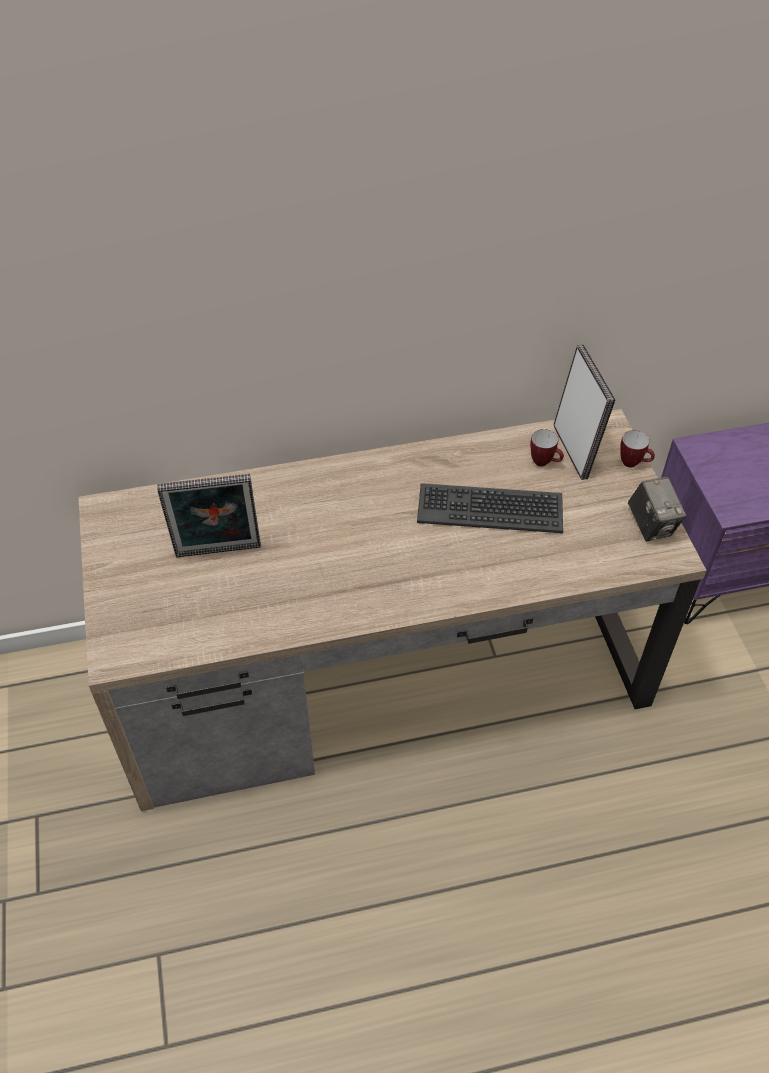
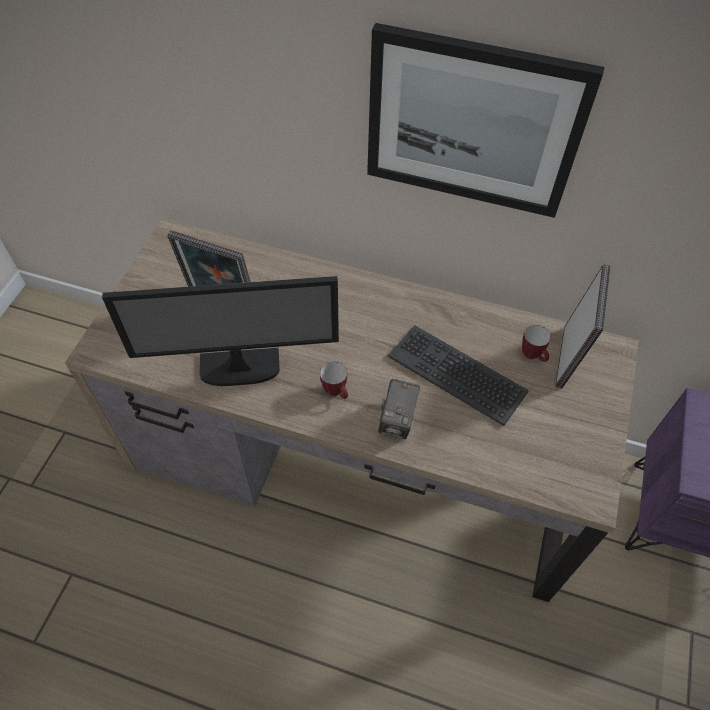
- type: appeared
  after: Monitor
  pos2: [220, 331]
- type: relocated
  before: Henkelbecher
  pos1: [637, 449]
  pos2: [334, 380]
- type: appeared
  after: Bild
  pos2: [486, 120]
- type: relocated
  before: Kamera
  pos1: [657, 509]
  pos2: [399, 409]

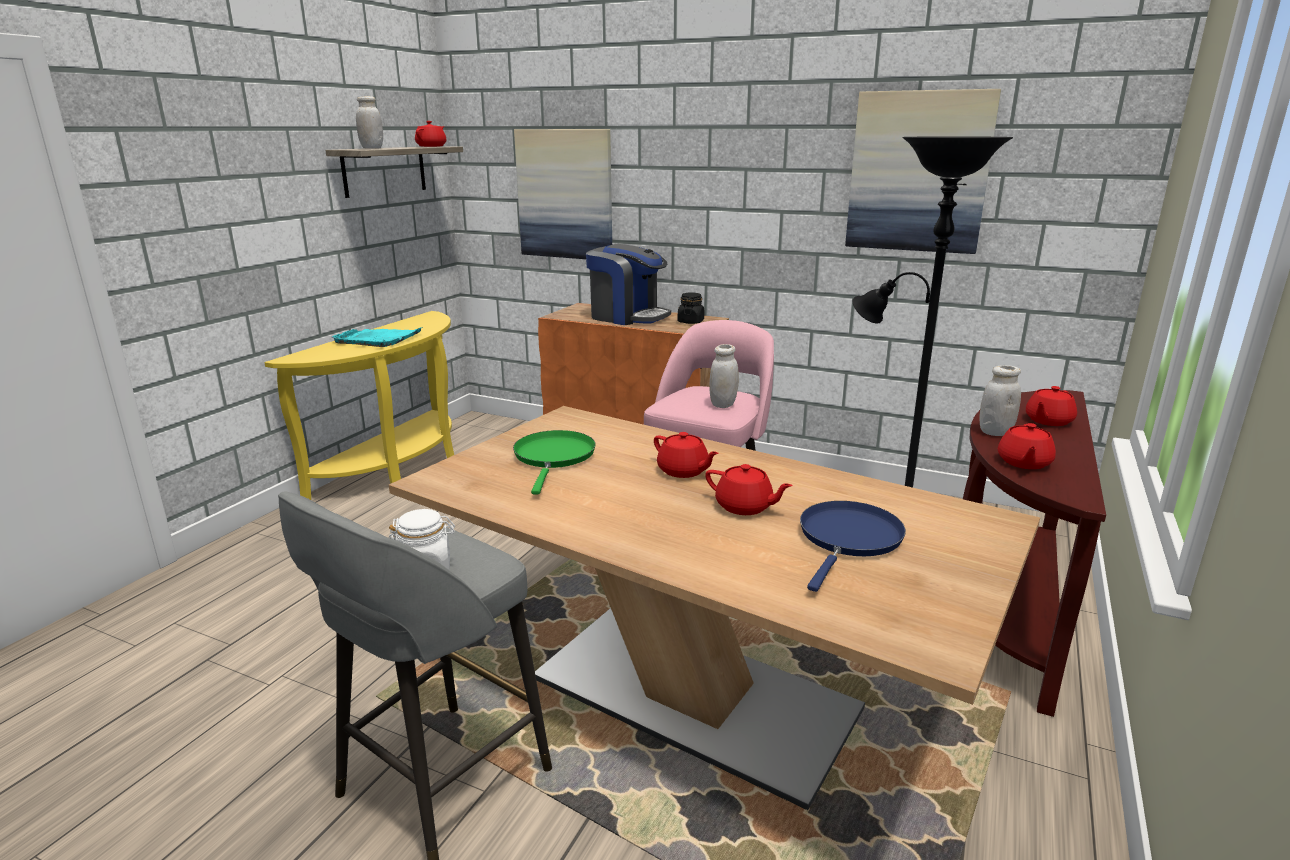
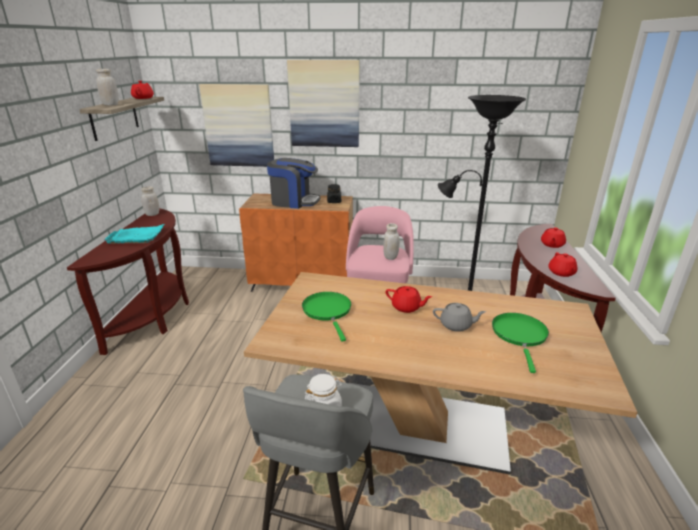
- type: colour
  before: Konsolentisch (gelb)
  after: Konsolentisch (braun)
  pos1: [359, 405]
  pos2: [128, 281]
- type: relocated
  before: Vorratsglas (weiß)
  pos1: [1000, 400]
  pos2: [150, 201]
- type: relocated
  before: Bild
  pos1: [923, 171]
  pos2: [323, 103]
- type: colour
  before: Teekanne (rot)
  after: Teekanne (grau)
  pos1: [749, 489]
  pos2: [459, 317]
- type: colour
  before: Pfanne (blau)
  after: Pfanne (grün)
  pos1: [853, 546]
  pos2: [520, 343]

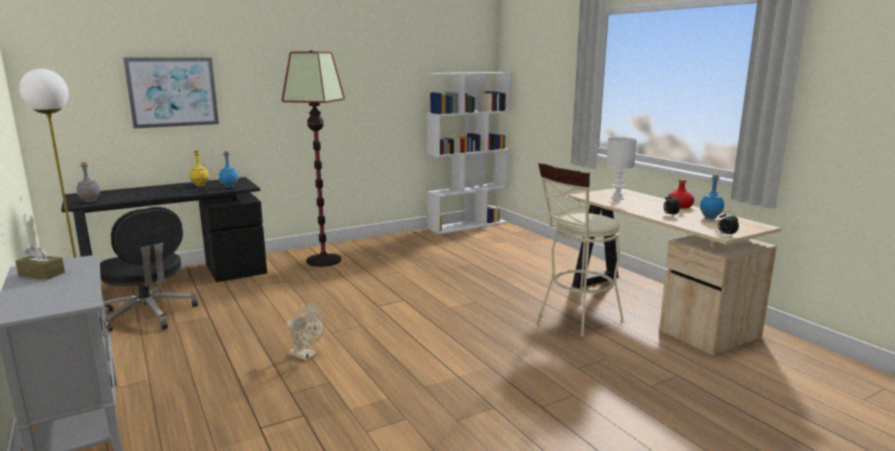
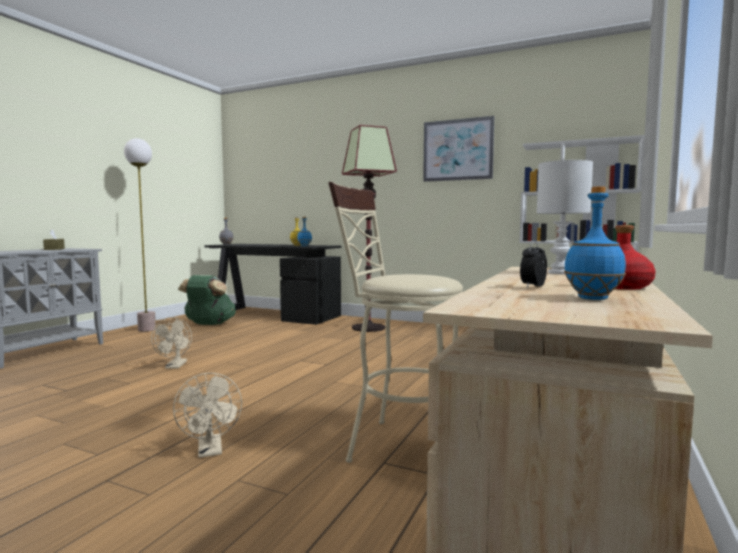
- type: appeared
  after: Ventilator (beige)
  pos2: [207, 415]
- type: exchanged
  before: Bürostuhl (schwarz)
  after: Rucksack (grün)
  pos1: [149, 269]
  pos2: [207, 300]
- type: relocated
  before: Bild
  pos1: [171, 93]
  pos2: [458, 149]
- type: missing
  before: Wecker
  pos1: [728, 223]

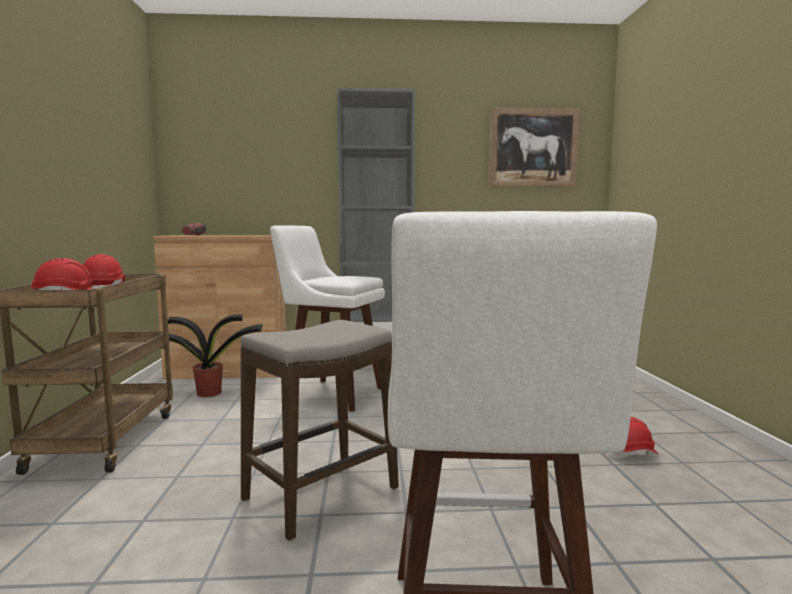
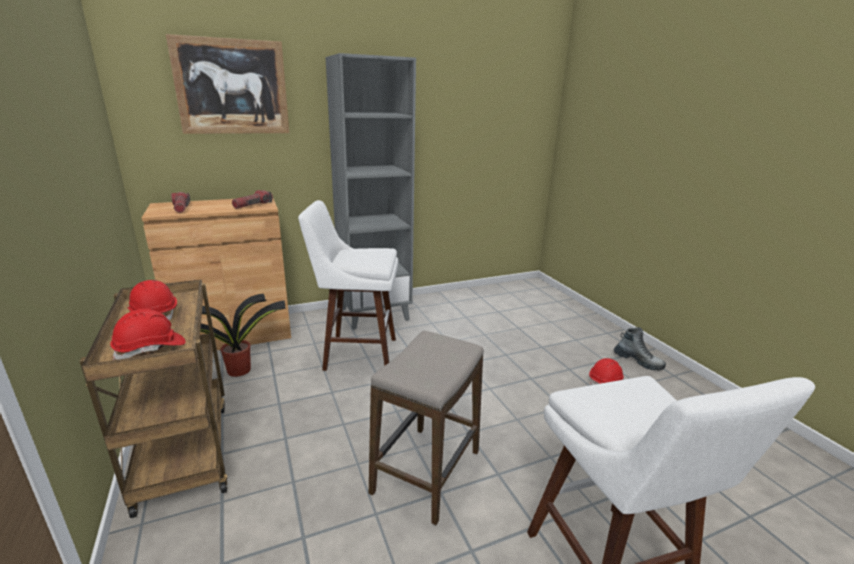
- type: relocated
  before: Bild
  pos1: [534, 147]
  pos2: [227, 84]
- type: appeared
  after: Taschenlampe
  pos2: [252, 199]
- type: appeared
  after: Stiefel
  pos2: [640, 348]

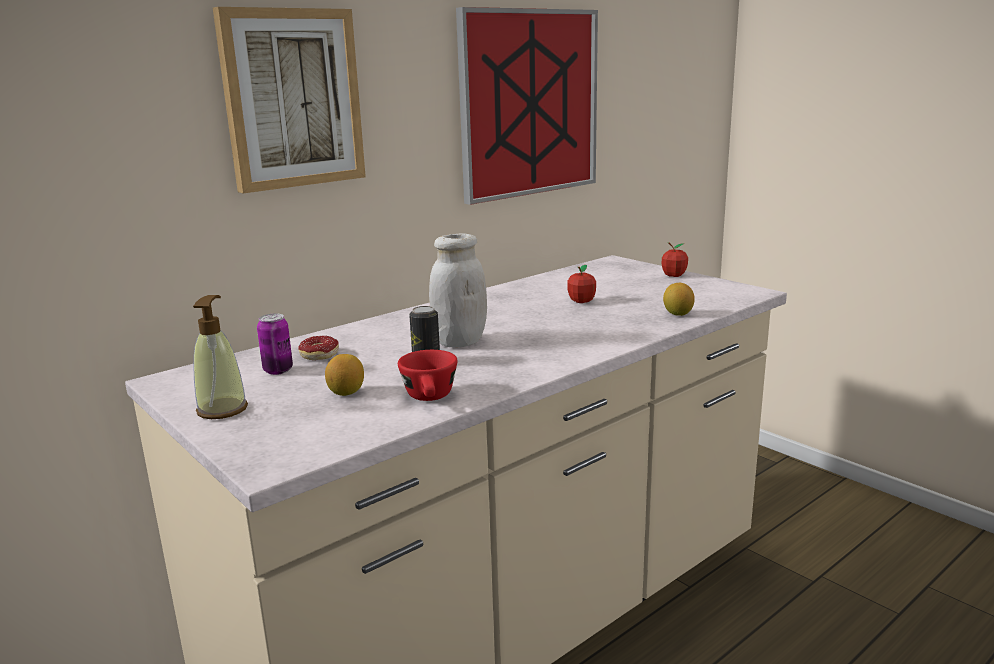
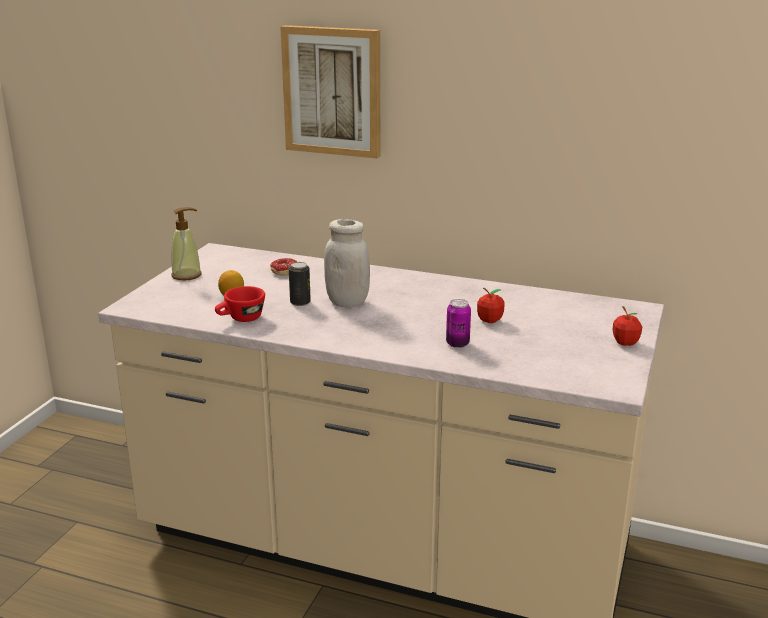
- type: relocated
  before: Dose
  pos1: [275, 344]
  pos2: [458, 323]
- type: missing
  before: Bild
  pos1: [527, 106]
- type: missing
  before: Zitrone
  pos1: [679, 299]

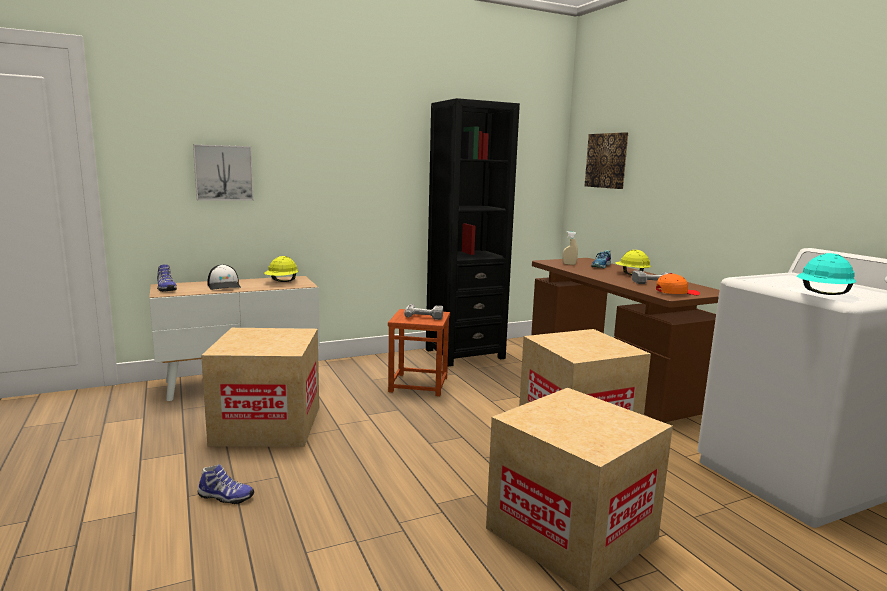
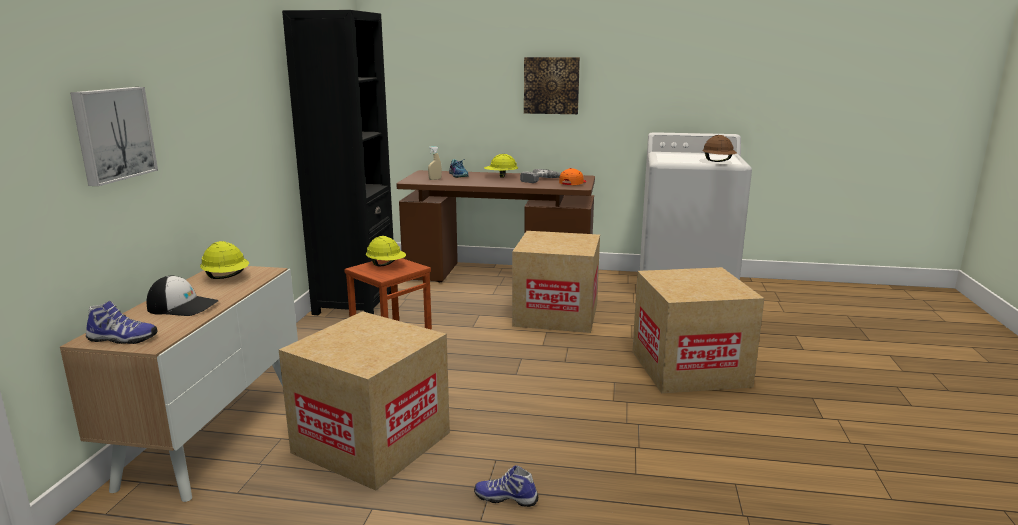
- type: exchanged
  before: Bohrmaschine
  after: Schutzhelm (gelb)
  pos1: [423, 312]
  pos2: [386, 251]
- type: spun
  before: Schuh
  pos1: [226, 484]
  pos2: [506, 486]
  turn: -120
- type: relocated
  before: Bild
  pos1: [606, 160]
  pos2: [552, 85]
- type: colour
  before: Schutzhelm (türkis)
  after: Schutzhelm (braun)
  pos1: [826, 274]
  pos2: [719, 148]

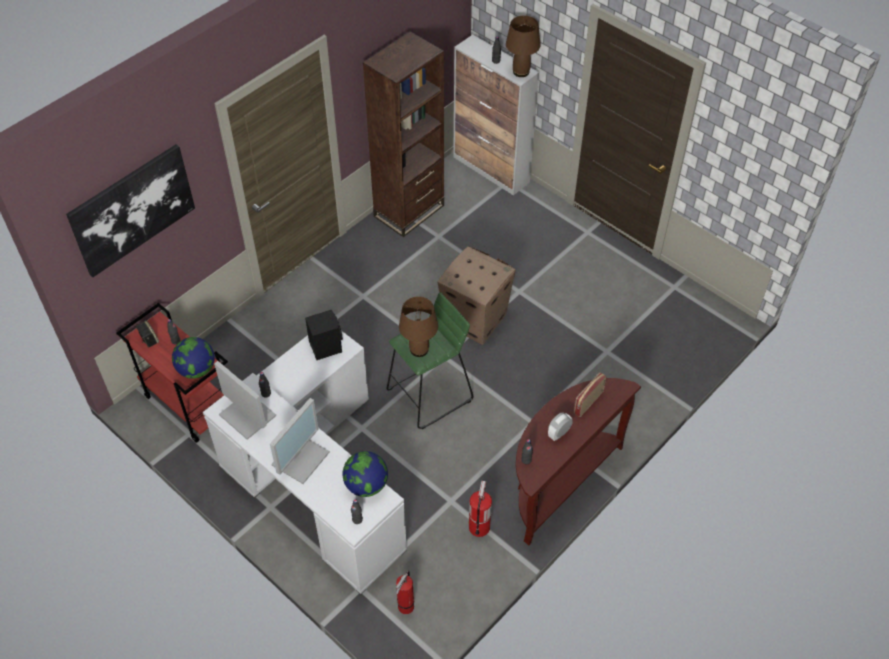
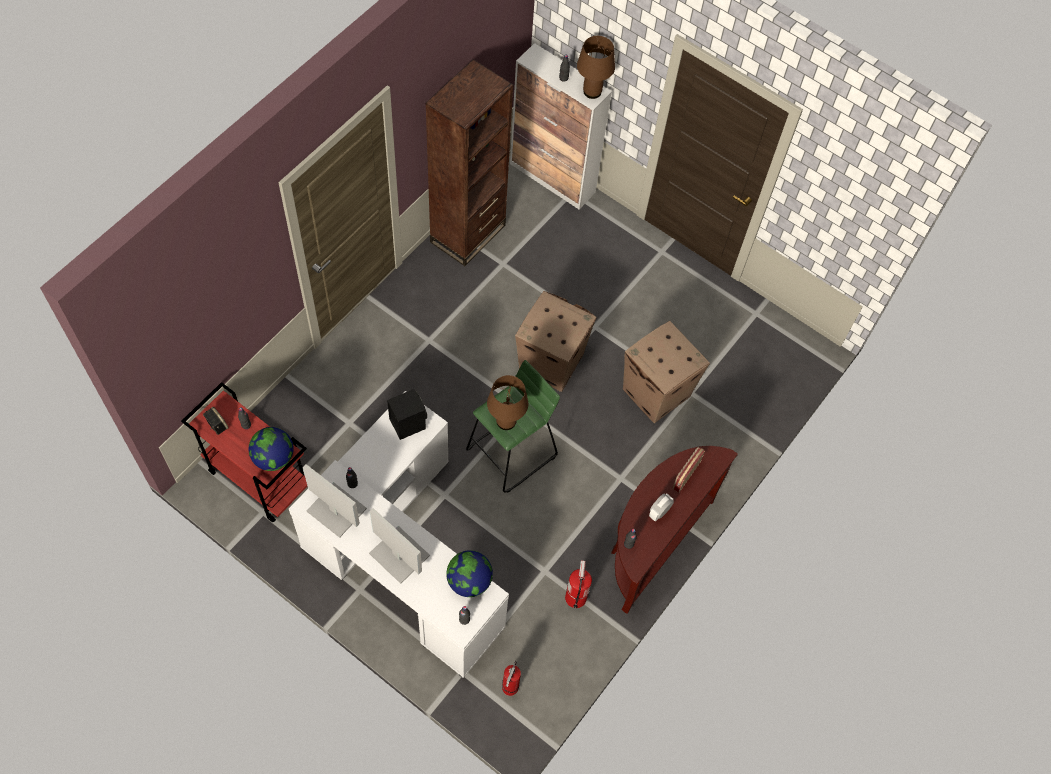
- type: spun
  before: Monitor
  pos1: [300, 441]
  pos2: [399, 546]
  turn: -75
- type: appeared
  after: Karton
  pos2: [666, 372]
- type: missing
  before: Bild
  pos1: [130, 210]

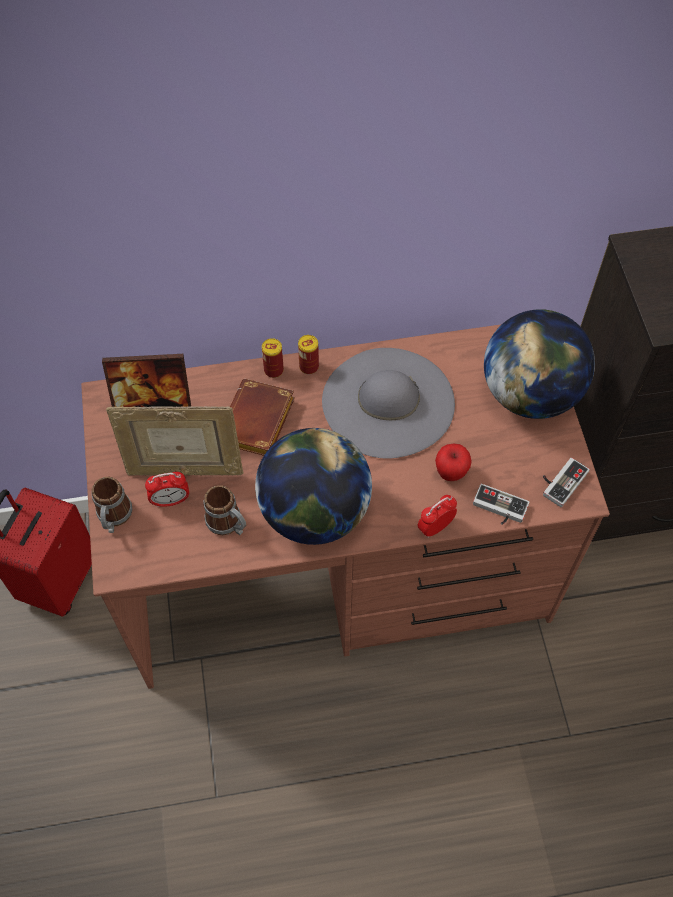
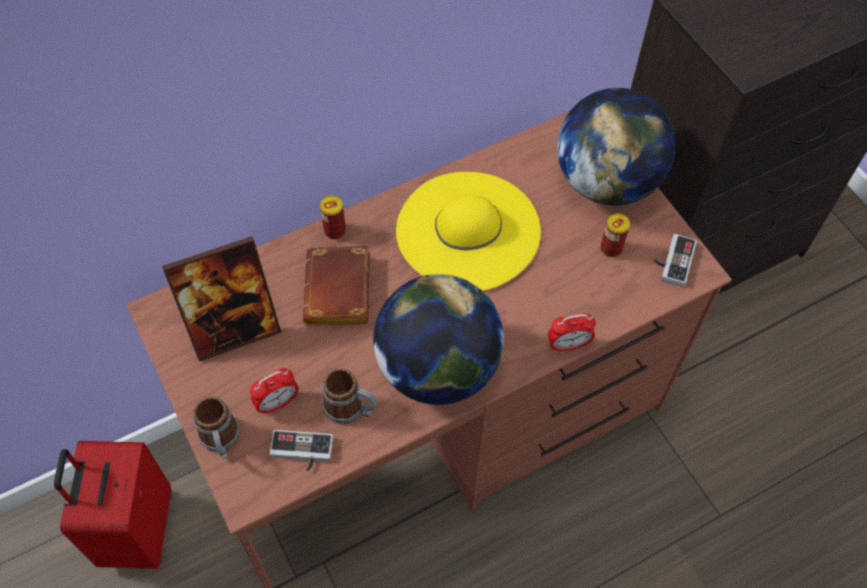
- type: relocated
  before: Gamepad
  pos1: [501, 504]
  pos2: [301, 450]
- type: colour
  before: Hut (grau)
  after: Hut (gelb)
  pos1: [388, 403]
  pos2: [468, 231]
- type: spun
  before: Wecker
  pos1: [437, 516]
  pos2: [572, 332]
  turn: -135
- type: relocated
  before: Dose
  pos1: [308, 354]
  pos2: [615, 235]
- type: missing
  before: Bilderrahmen
  pos1: [174, 441]
- type: missing
  before: Apfel
  pos1: [453, 462]

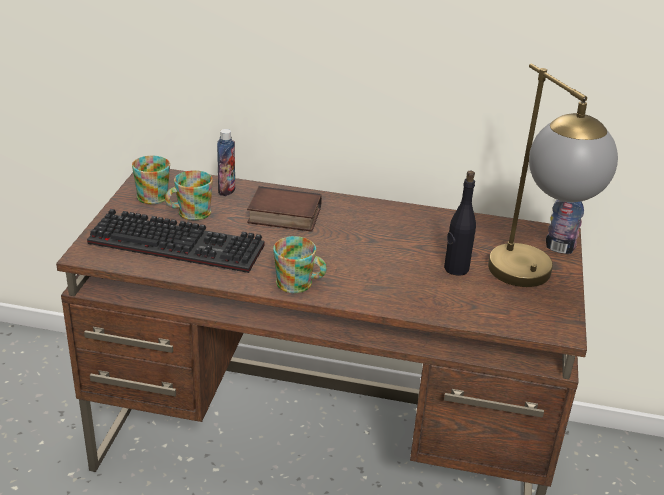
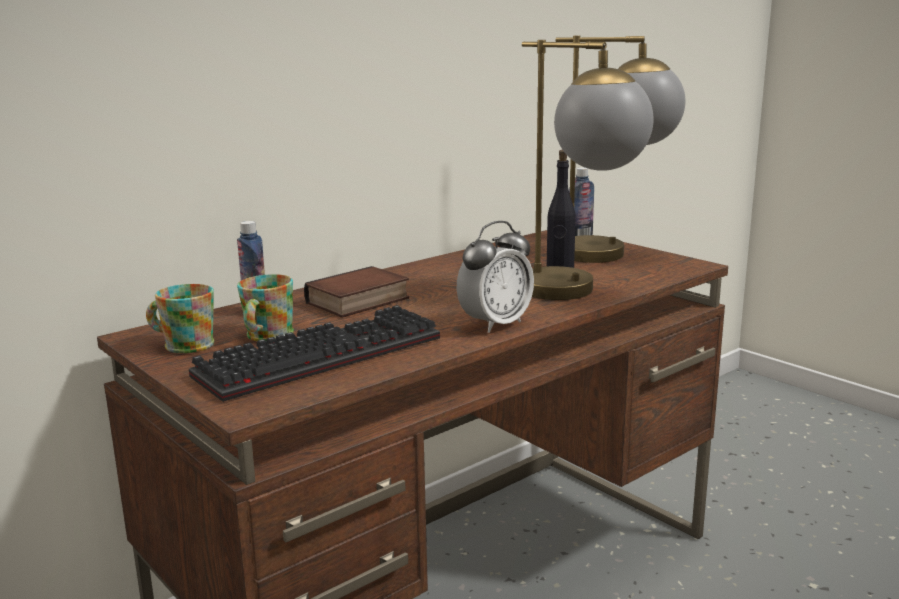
- type: exchanged
  before: Henkelbecher
  after: Wecker
  pos1: [300, 264]
  pos2: [495, 277]
- type: appeared
  after: Tischlampe
  pos2: [588, 170]

